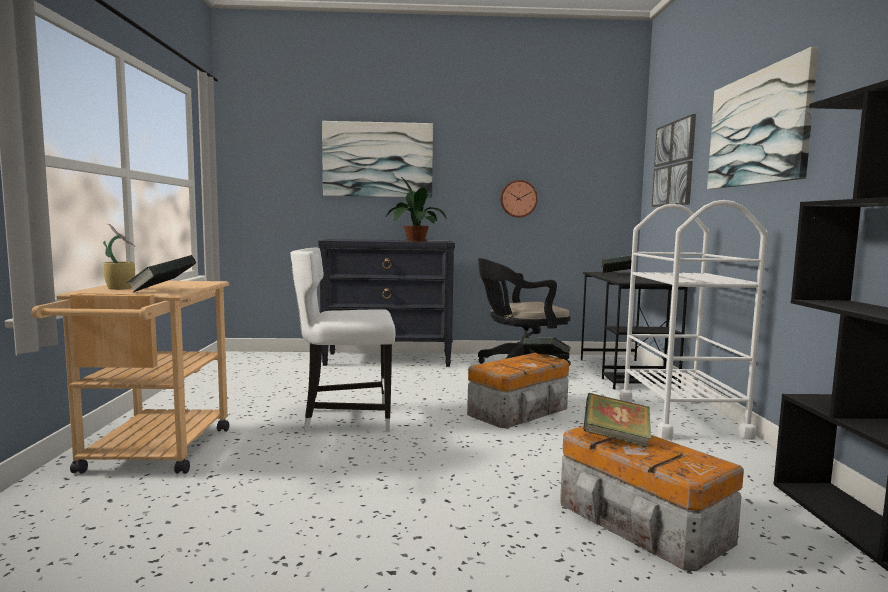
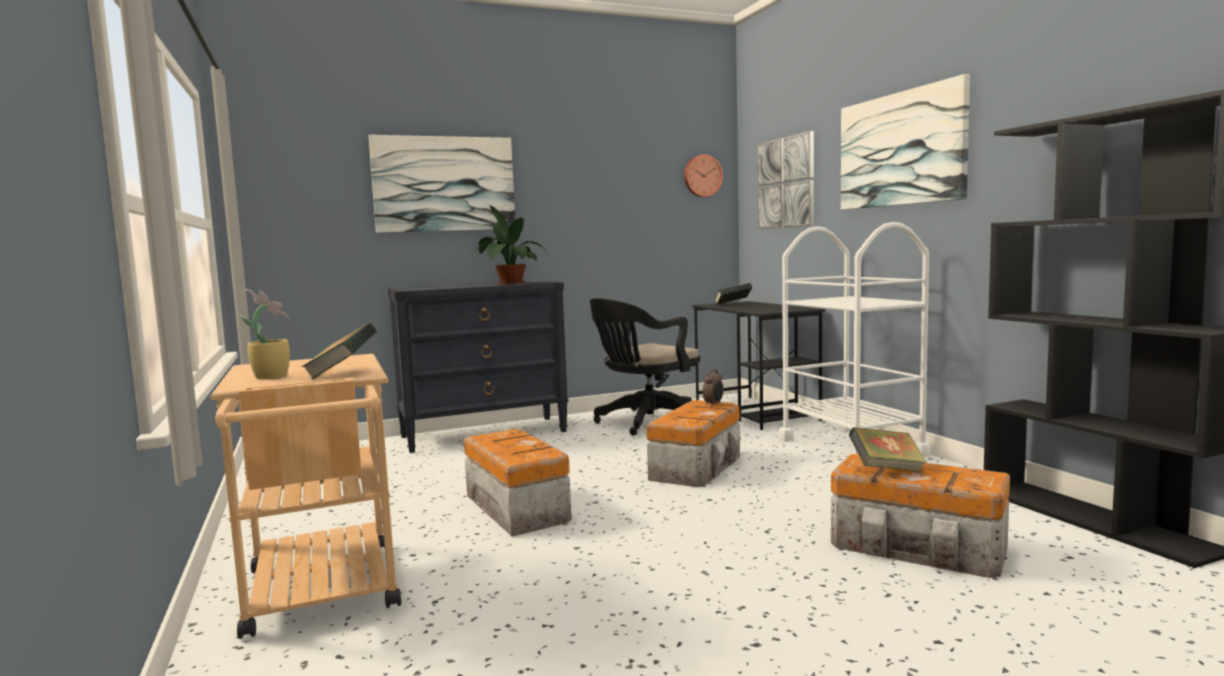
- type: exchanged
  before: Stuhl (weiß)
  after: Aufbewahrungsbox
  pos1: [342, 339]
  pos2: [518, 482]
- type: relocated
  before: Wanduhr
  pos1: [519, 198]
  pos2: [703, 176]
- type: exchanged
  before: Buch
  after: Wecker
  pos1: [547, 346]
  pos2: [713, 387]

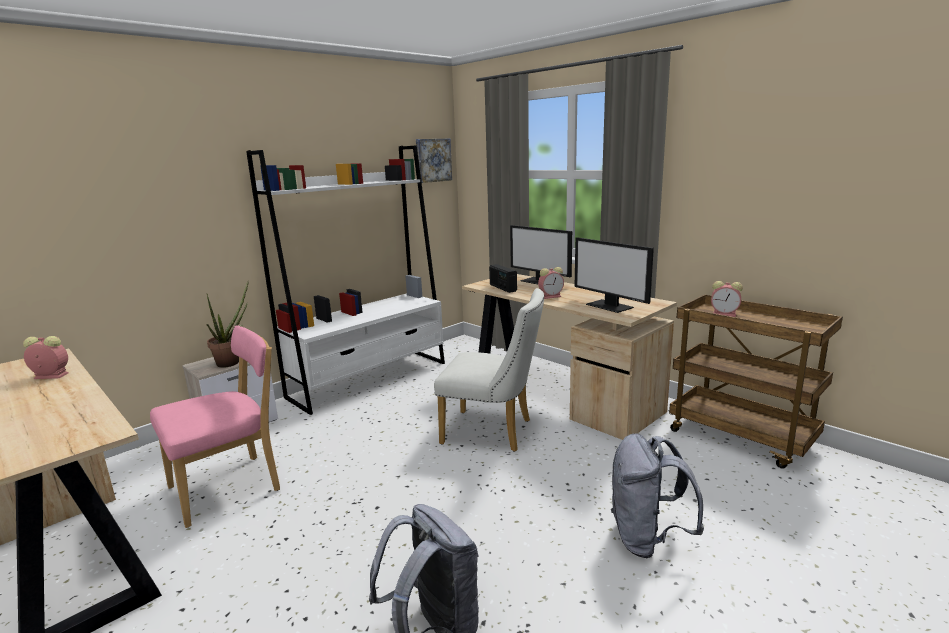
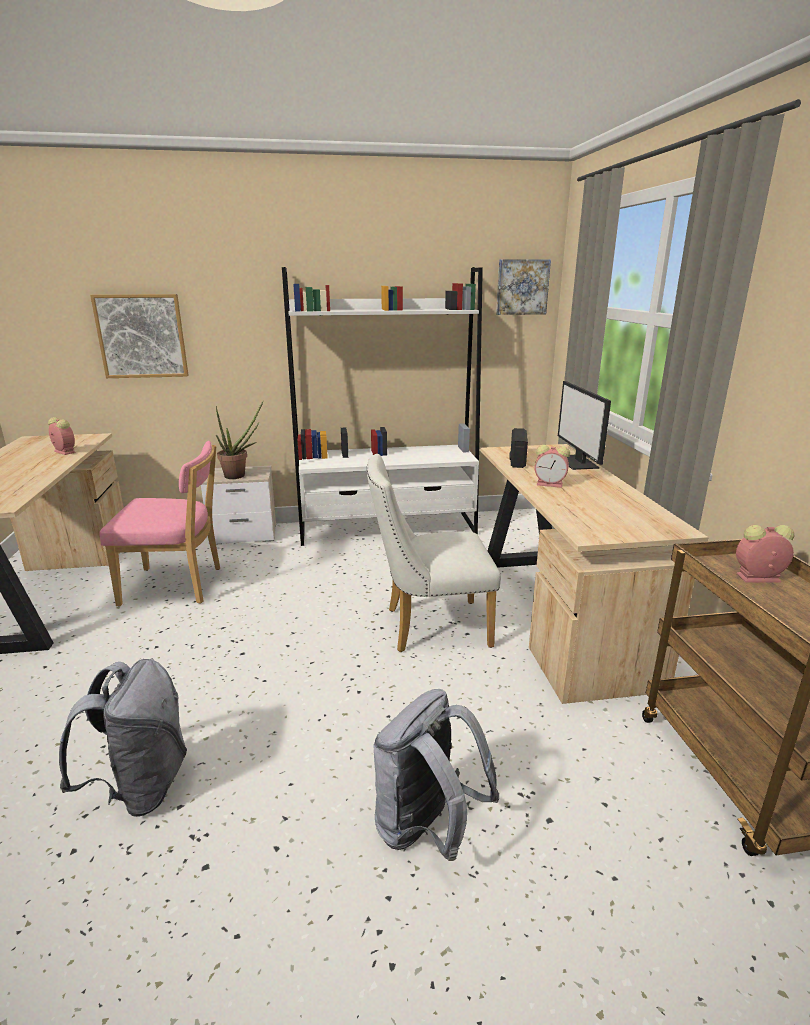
- type: appeared
  after: Bild
  pos2: [139, 336]
- type: spun
  before: Stuhl (weiß)
  pos1: [489, 370]
  pos2: [434, 553]
  turn: 120
- type: spun
  before: Wecker
  pos1: [727, 299]
  pos2: [765, 554]
  turn: 120
- type: missing
  before: Monitor
  pos1: [614, 275]

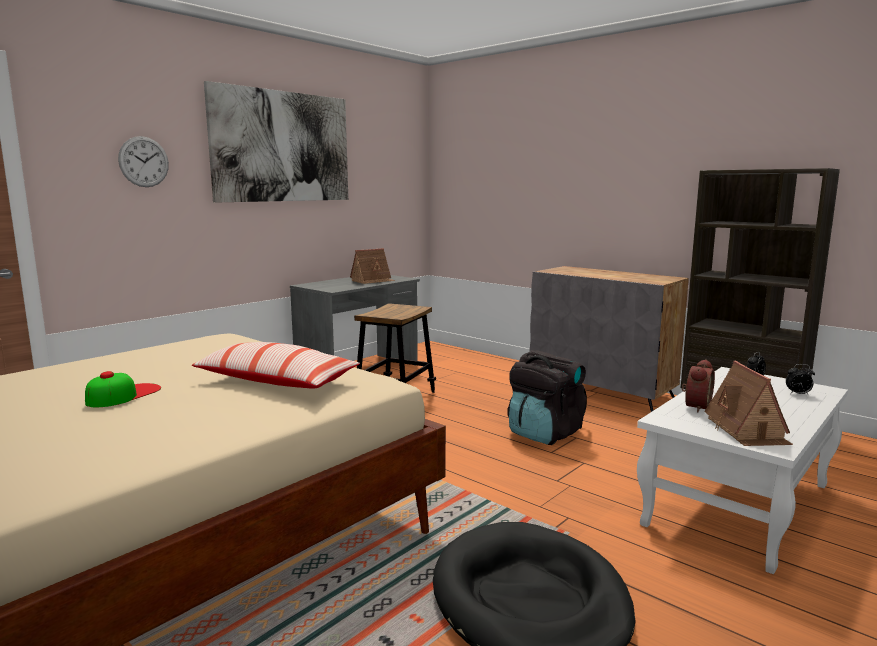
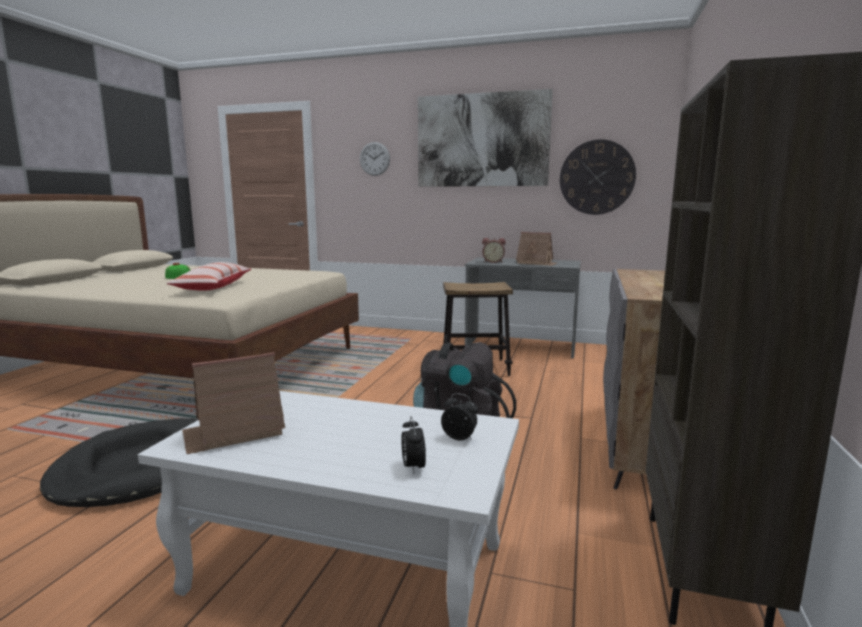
- type: relocated
  before: Wecker
  pos1: [698, 385]
  pos2: [494, 250]
- type: appeared
  after: Wanduhr
  pos2: [598, 177]

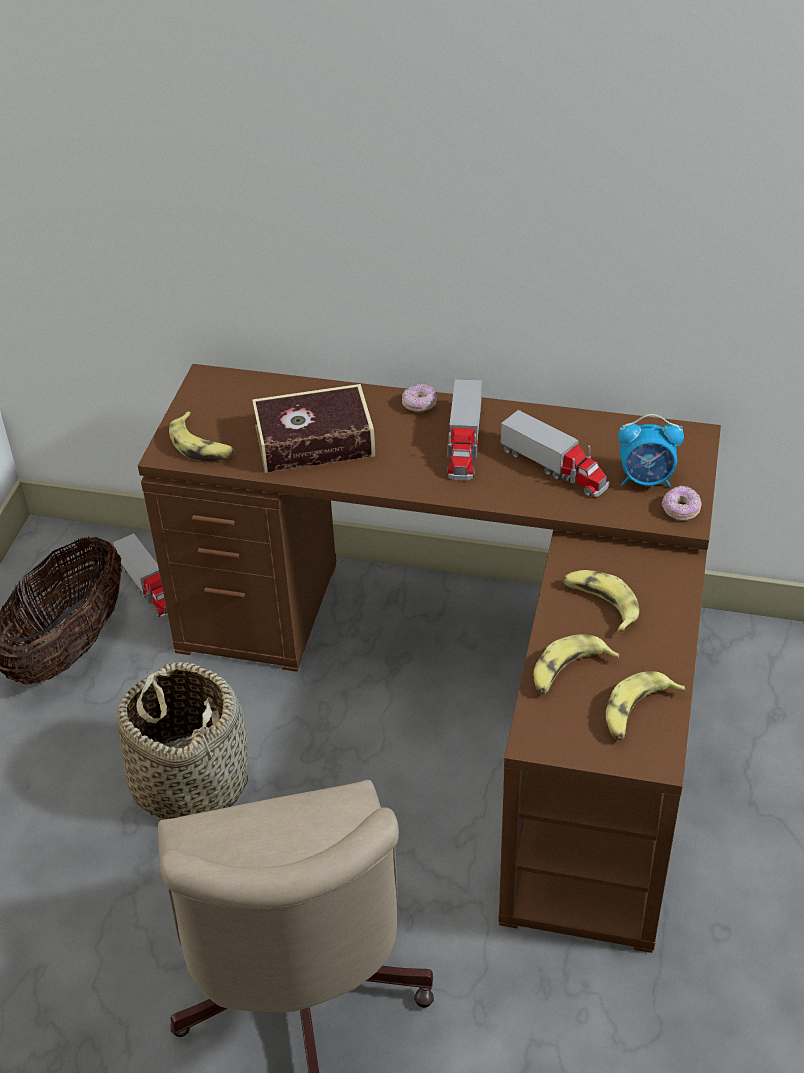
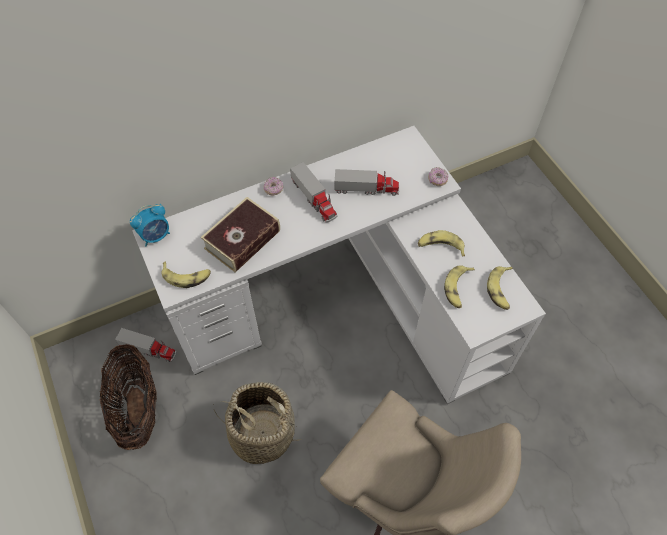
- type: relocated
  before: Wecker
  pos1: [651, 450]
  pos2: [150, 225]
- type: colour
  before: Schreibtisch (braun)
  after: Schreibtisch (weiß)
  pos1: [429, 658]
  pos2: [339, 265]

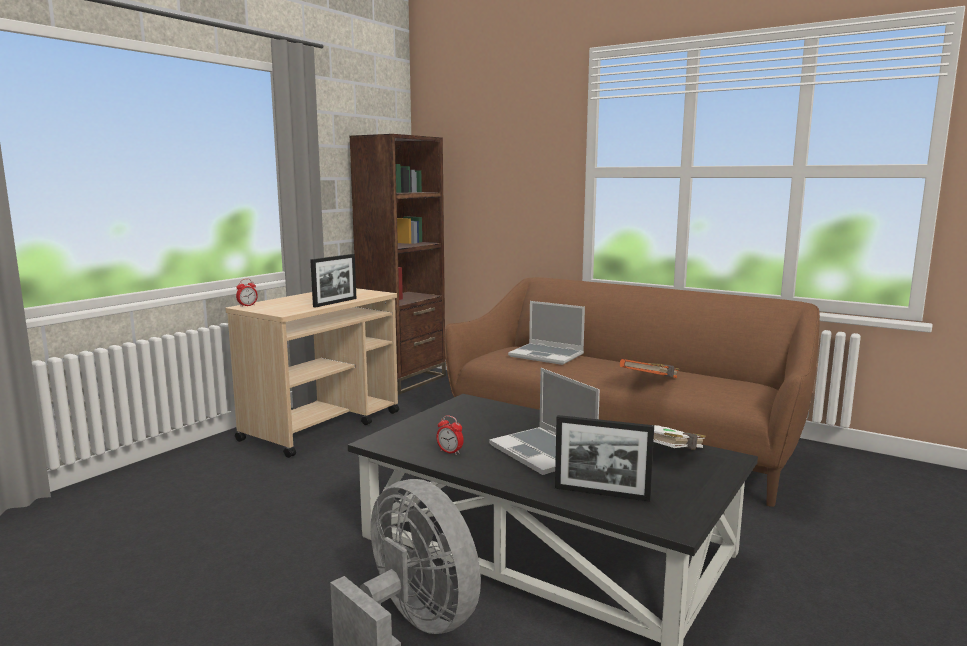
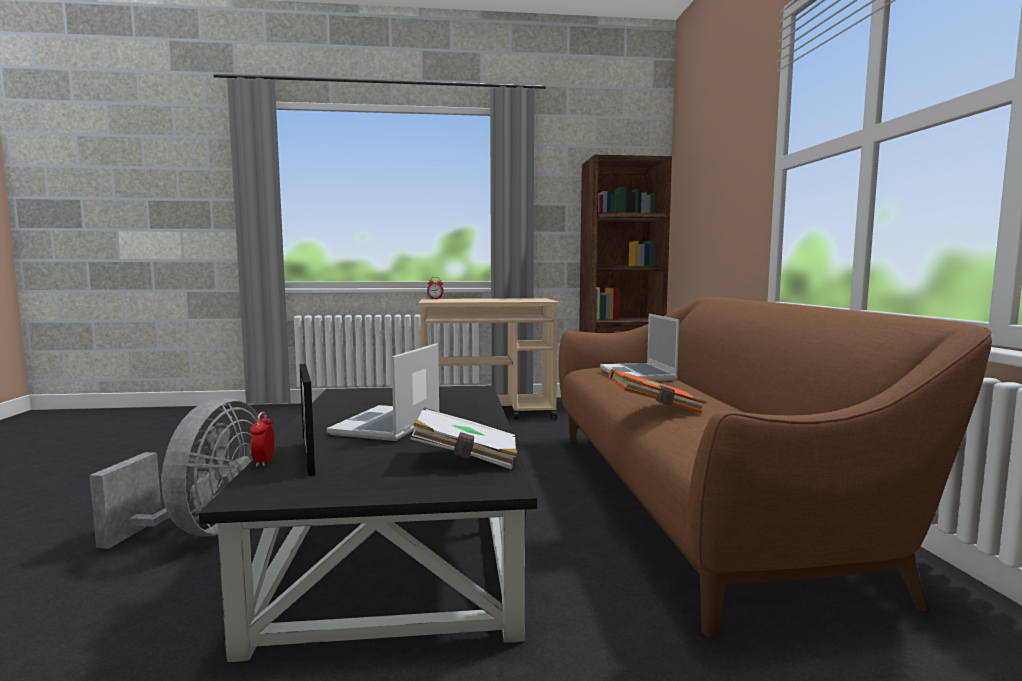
- type: relocated
  before: Wecker
  pos1: [450, 435]
  pos2: [262, 439]
- type: missing
  before: Bilderrahmen
  pos1: [333, 281]

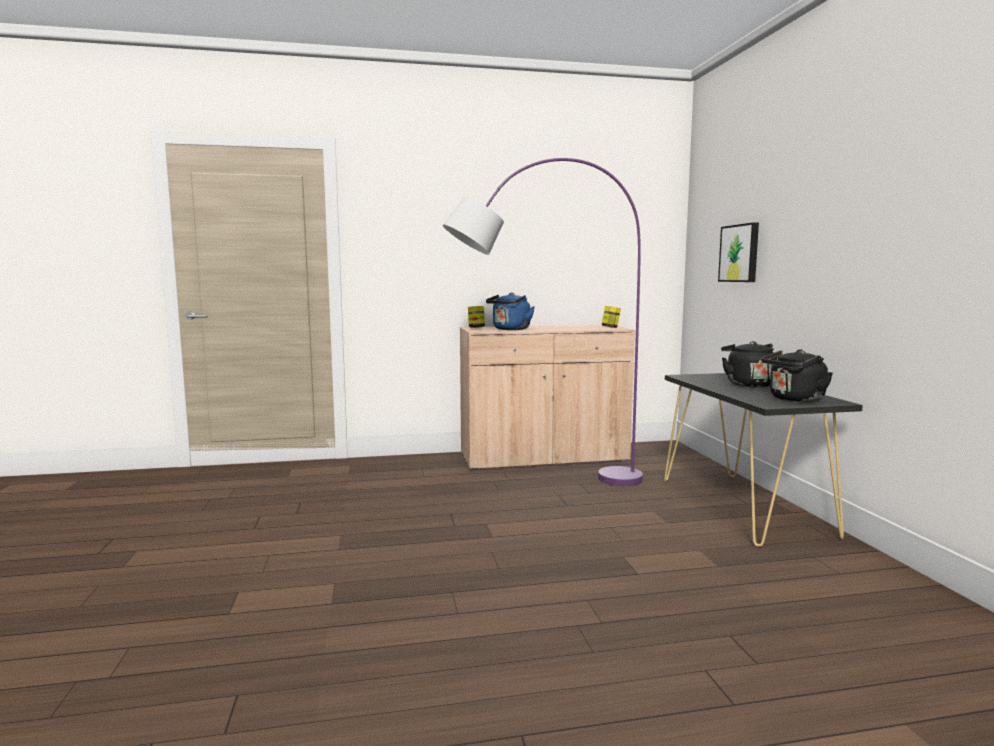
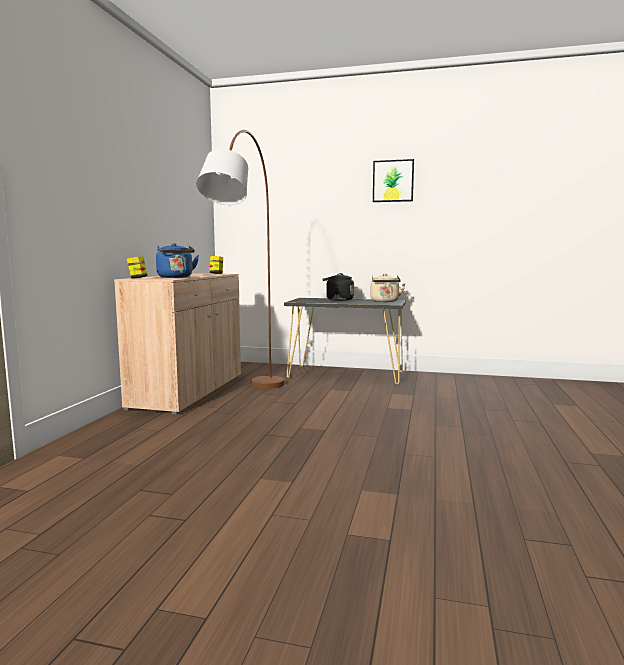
- type: colour
  before: Stehlampe (lila)
  after: Stehlampe (braun)
  pos1: [543, 322]
  pos2: [240, 259]
- type: colour
  before: Wasserkessel (schwarz)
  after: Wasserkessel (beige)
  pos1: [797, 376]
  pos2: [387, 288]
- type: relocated
  before: Bild
  pos1: [738, 252]
  pos2: [393, 180]

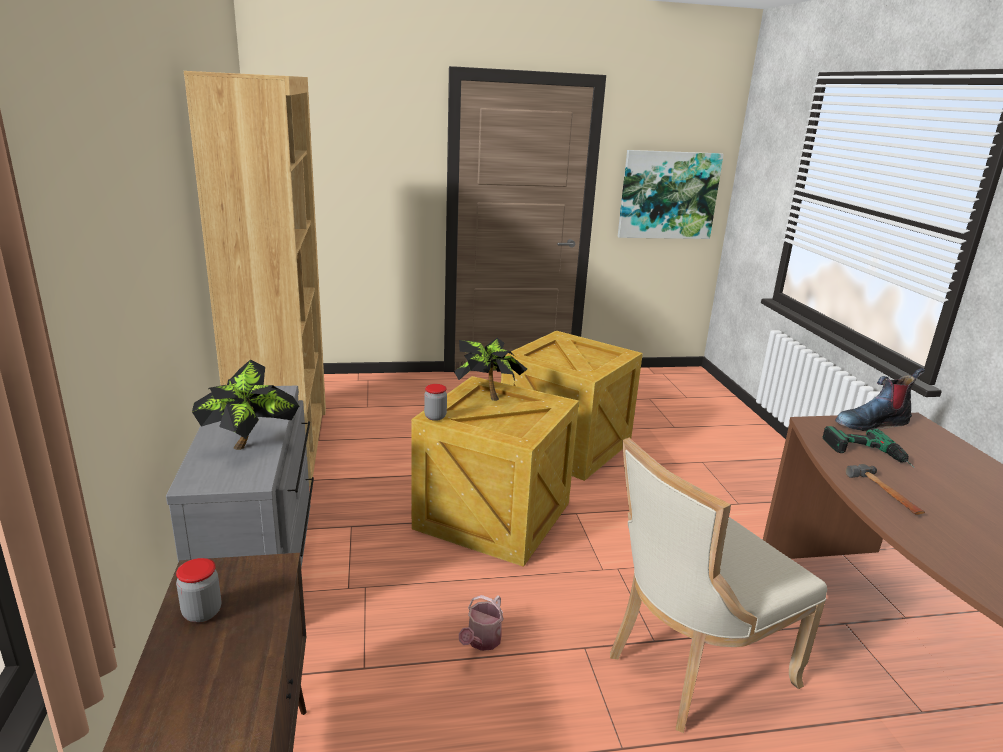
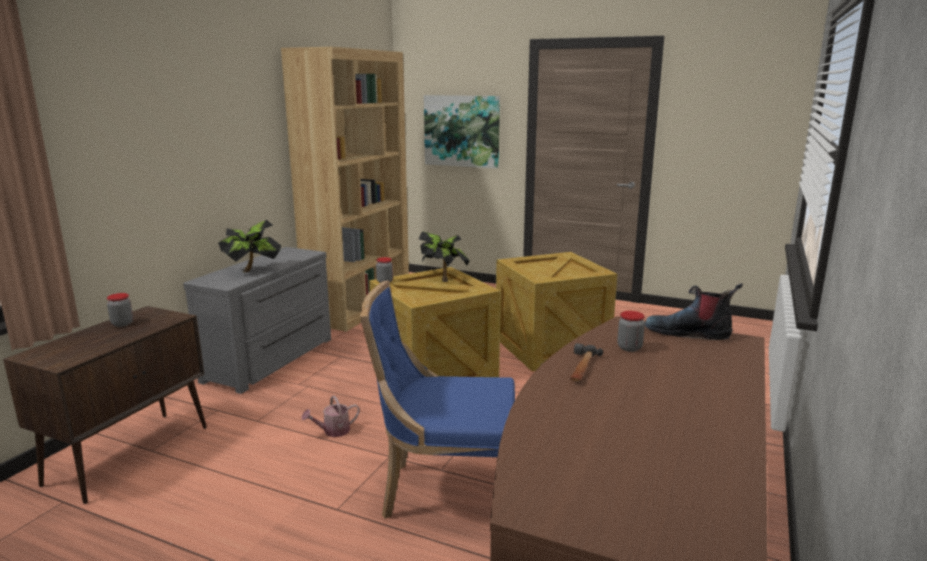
- type: colour
  before: Stuhl (beige)
  after: Stuhl (blau)
  pos1: [718, 585]
  pos2: [437, 400]
- type: relocated
  before: Bild
  pos1: [671, 194]
  pos2: [462, 132]
- type: exchanged
  before: Bohrmaschine
  after: Vorratsglas
  pos1: [868, 447]
  pos2: [631, 331]

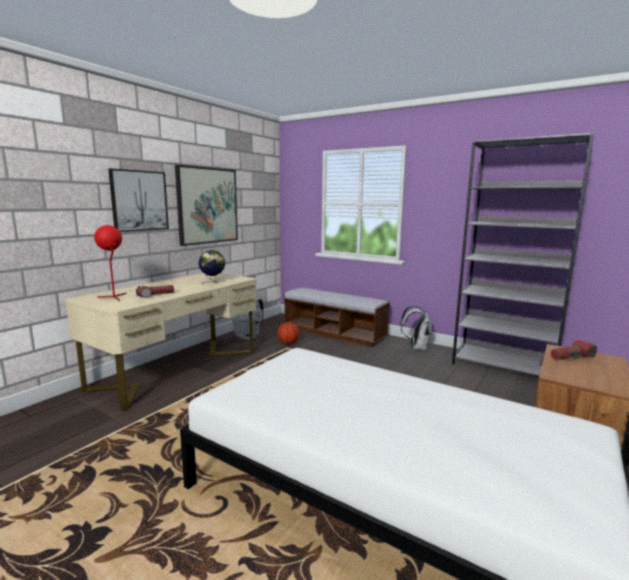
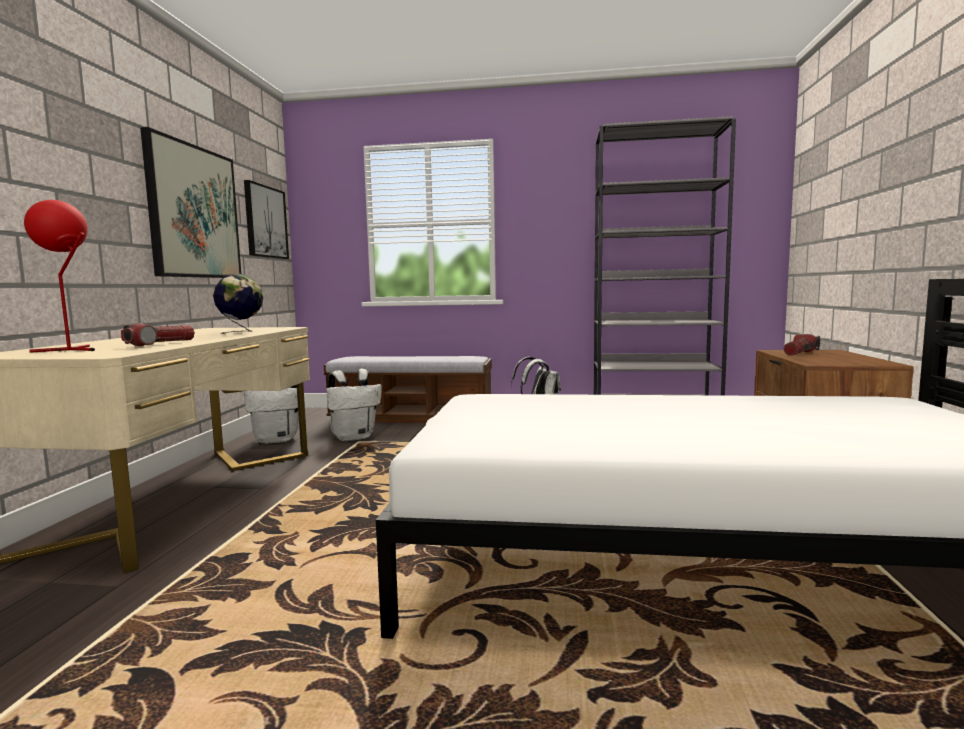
- type: relocated
  before: Bild
  pos1: [138, 200]
  pos2: [266, 219]
- type: exchanged
  before: Basketball
  after: Rucksack (weiß)
  pos1: [288, 333]
  pos2: [354, 405]

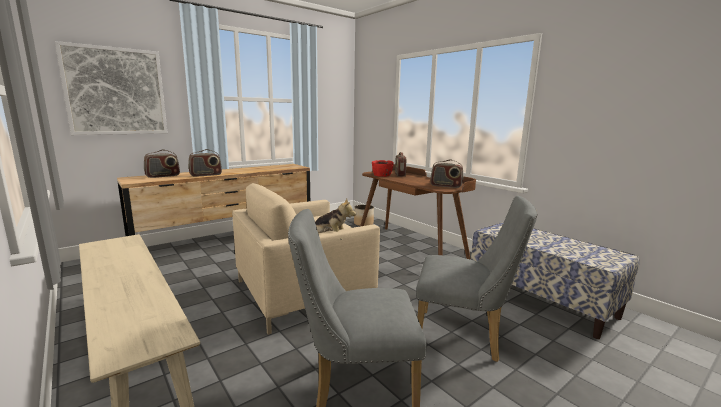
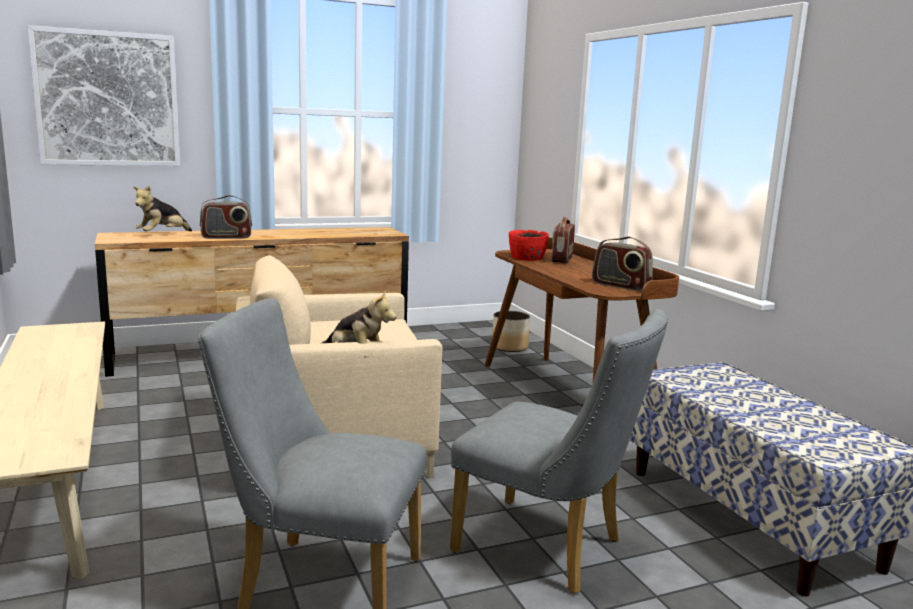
- type: exchanged
  before: Radio
  after: Plüschtier
  pos1: [162, 164]
  pos2: [162, 208]

